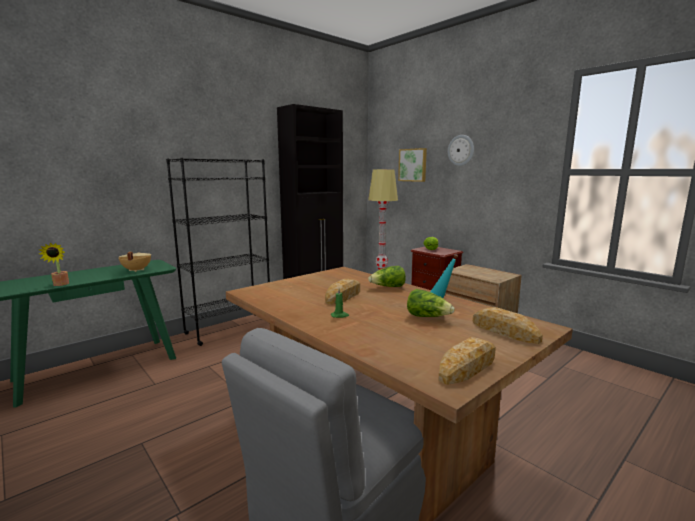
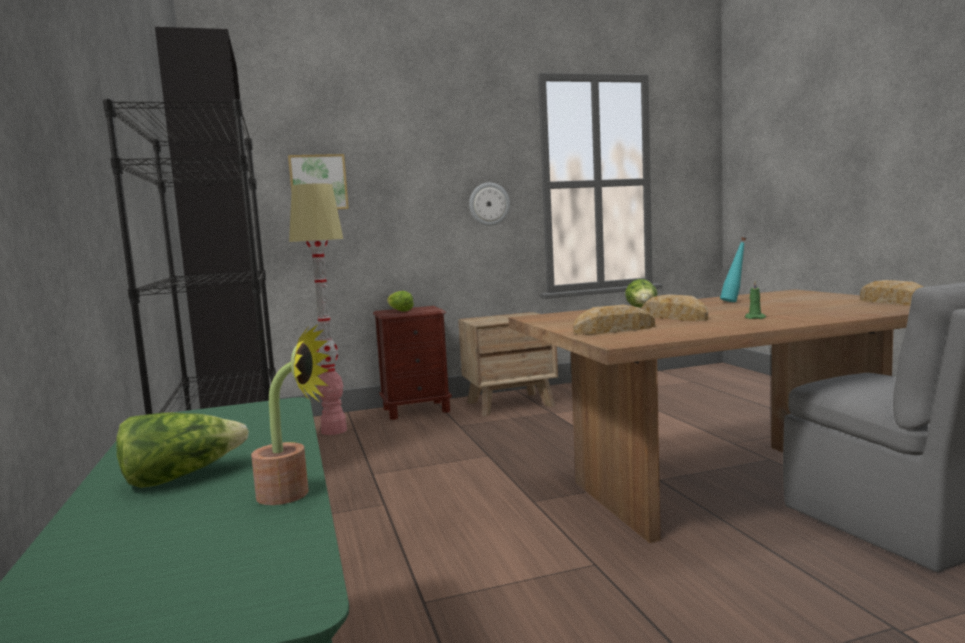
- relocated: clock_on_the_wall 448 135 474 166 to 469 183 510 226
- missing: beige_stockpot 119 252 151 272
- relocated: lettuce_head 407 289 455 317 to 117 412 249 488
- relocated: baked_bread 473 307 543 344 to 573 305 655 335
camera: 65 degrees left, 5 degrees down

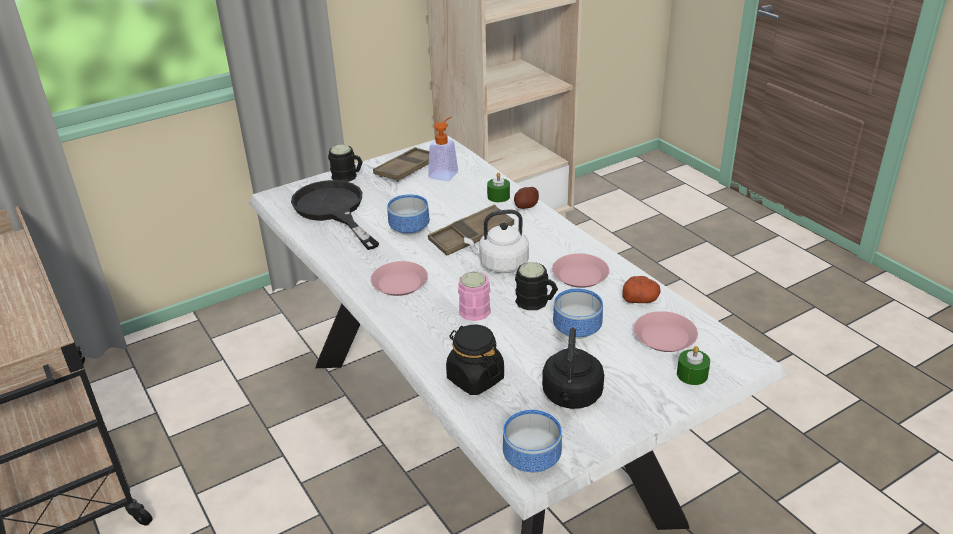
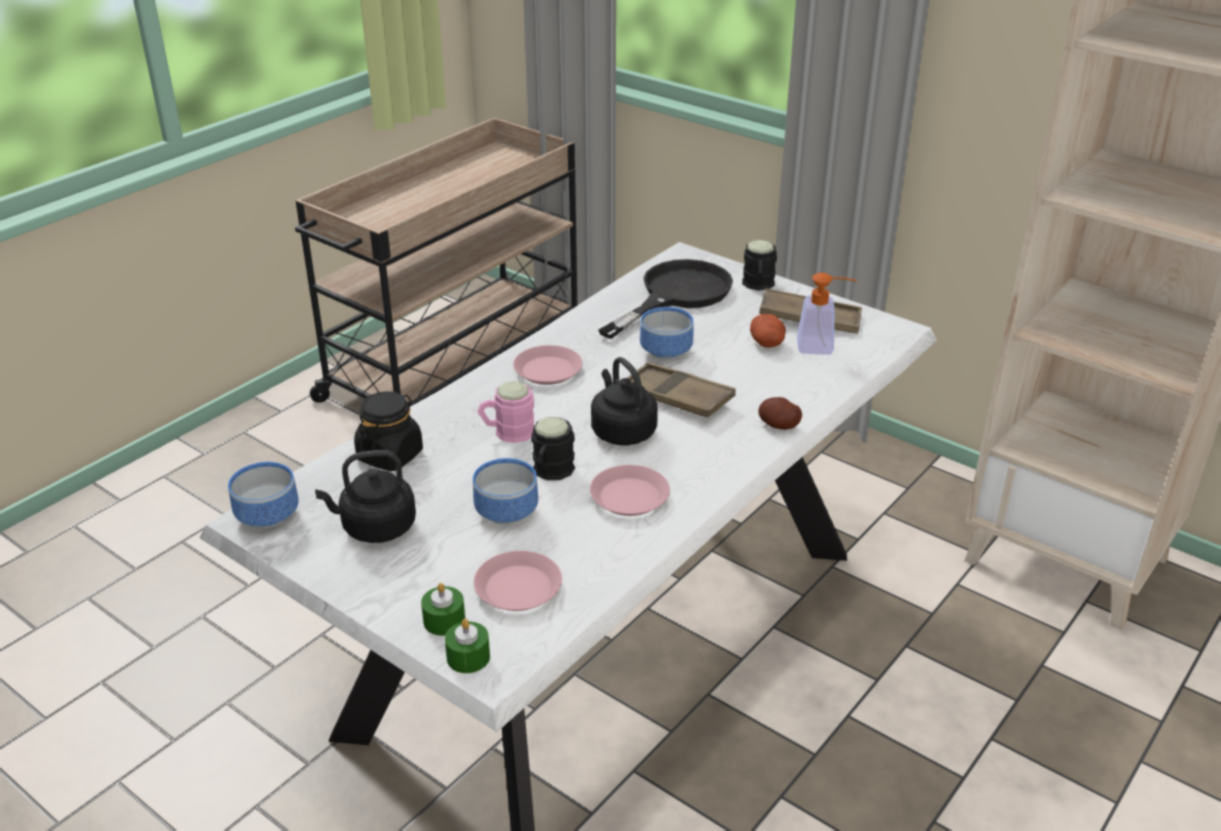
- relocated: greenish_wax_candle 487 173 510 202 to 445 619 490 673
- colour: white_tea_kettle 464 210 529 273 to black-coloured_tea_kettle 591 357 658 445
- relocated: spud 622 276 661 303 to 750 314 786 348
camera: 70 degrees right, 0 degrees up

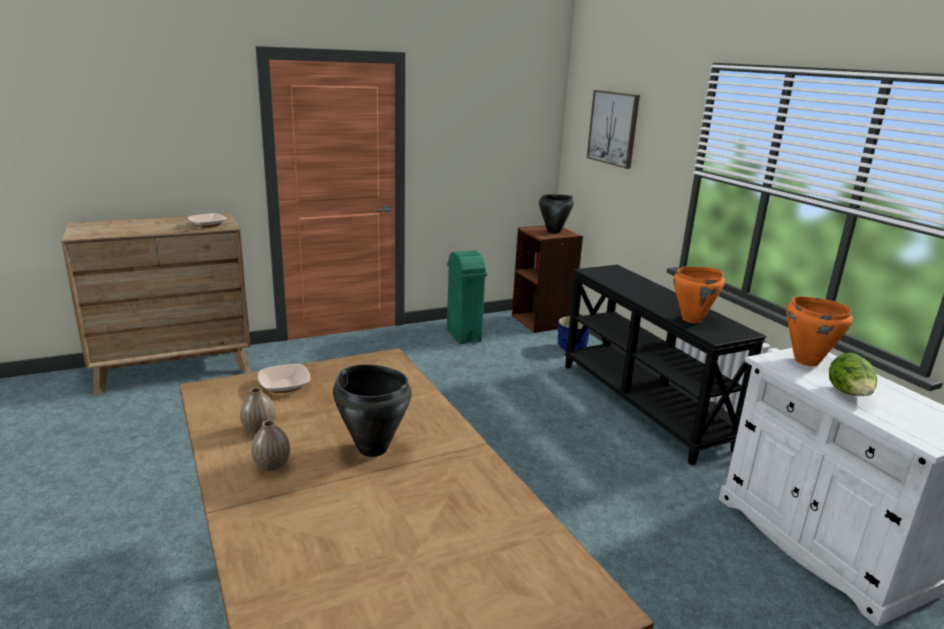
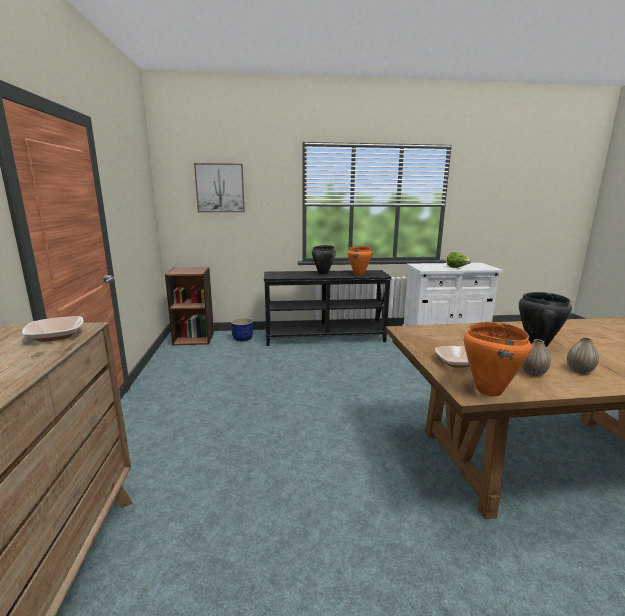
- relocated: black-coloured_stockpot 539 194 574 234 to 312 245 336 274
- missing: greenish_rubbish_bin 447 251 487 344
- relocated: orange_stockpot 786 296 853 366 to 464 322 531 397
camera: 70 degrees left, 5 degrees down

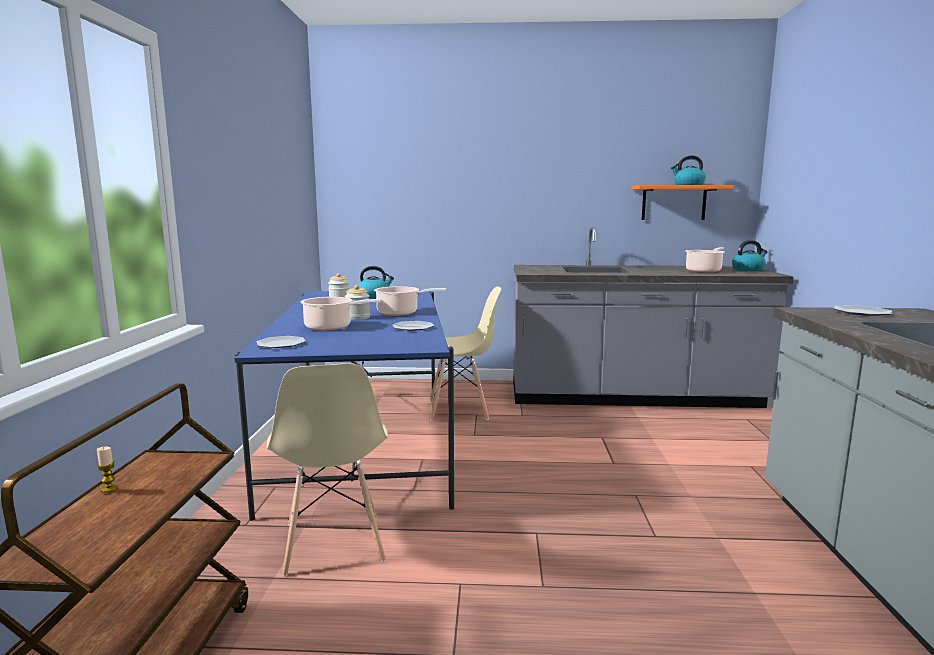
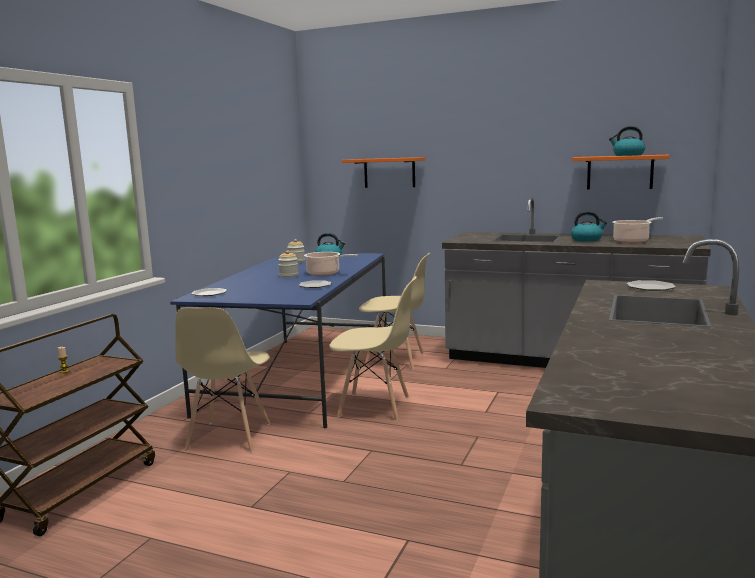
- relocated: tea_kettle 732 240 767 271 to 571 211 607 242
- missing: stockpot 300 297 382 331
- appeared: orange_shelf 342 157 425 188
- appeared: beige_chair 329 276 417 421
camera: 20 degrees right, 0 degrees up

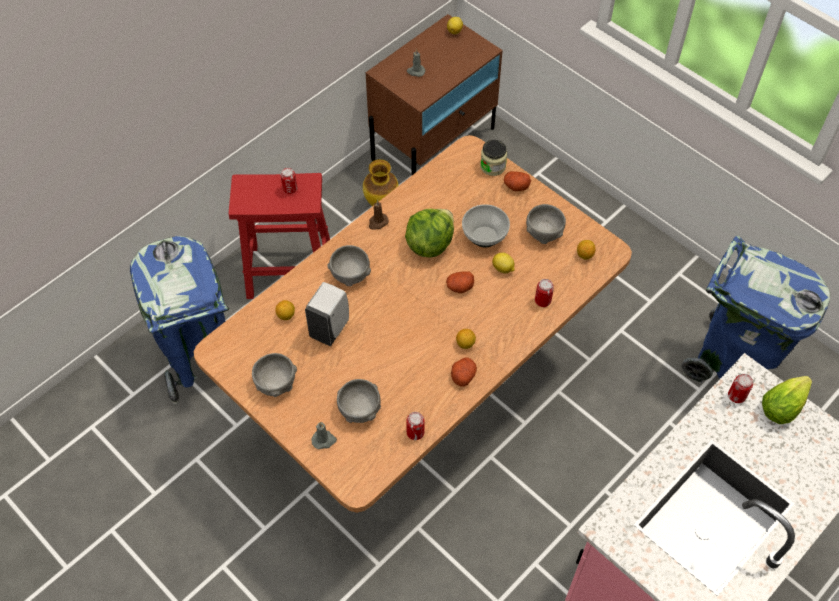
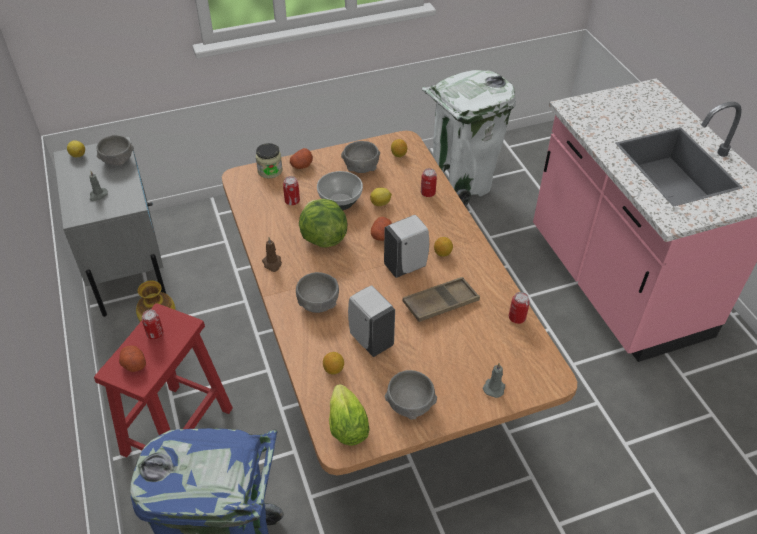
- colour: brown-coloured_nightstand 366 14 503 175 to grey_nightstand 53 137 166 317
- colour: blue-coloured_rubbish_bin 681 236 831 382 to white_rubbish_bin 422 70 516 208
- relocated: spud 451 358 477 387 to 119 345 146 372
- relocated: metal_can 728 374 753 403 to 283 176 300 205
- relocated: lettuce_head 762 376 812 424 to 329 384 370 446
- relocated: grey_serving_bowl 337 379 381 423 to 97 135 134 166
- appeared: white_soap_bottle 384 215 429 278
- appeared: brown-coloured_tray 403 277 480 322
camera: 65 degrees left, 10 degrees down

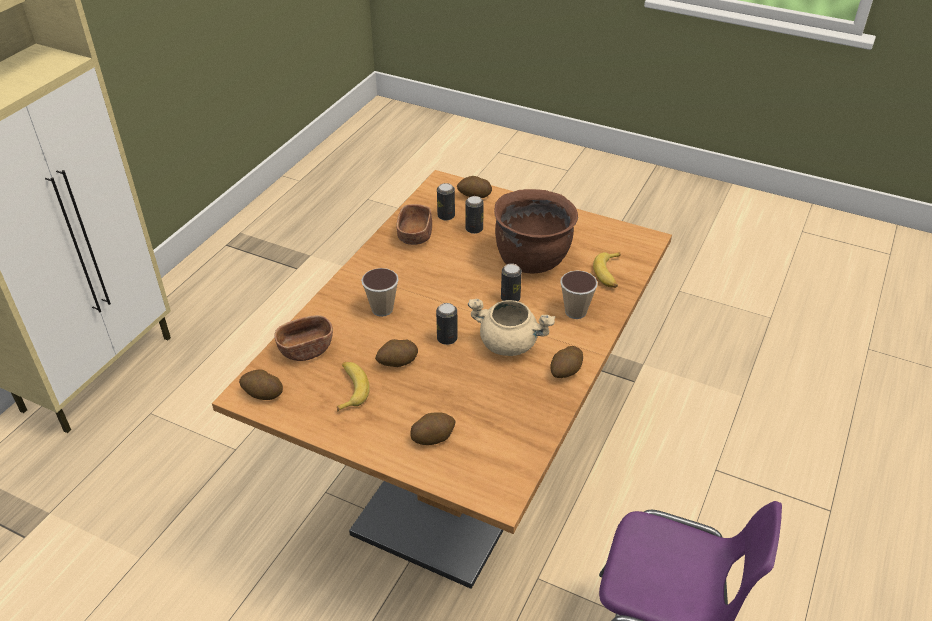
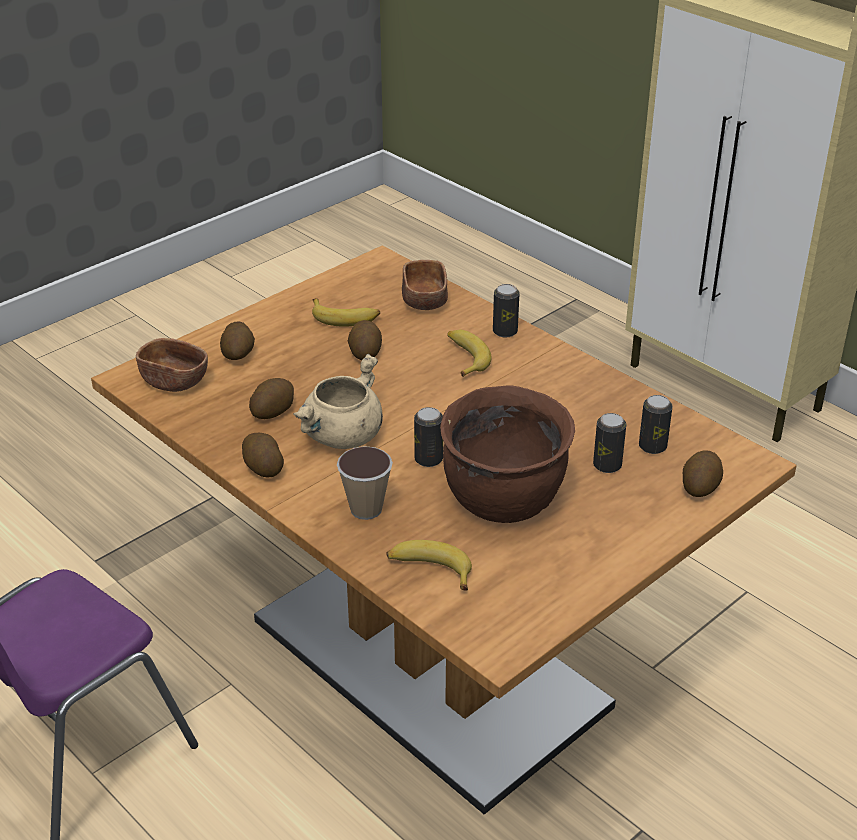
- relocated: brown-coloured_serving_bowl 396 204 432 245 to 136 338 208 392
- exchanged: drinking_cup 361 268 399 317 to banana 447 330 492 377
- relocated: metal_can 436 303 458 345 to 493 284 519 337
- relocated: spud 239 369 283 400 to 249 378 294 419
camera: 110 degrees right, 5 degrees down

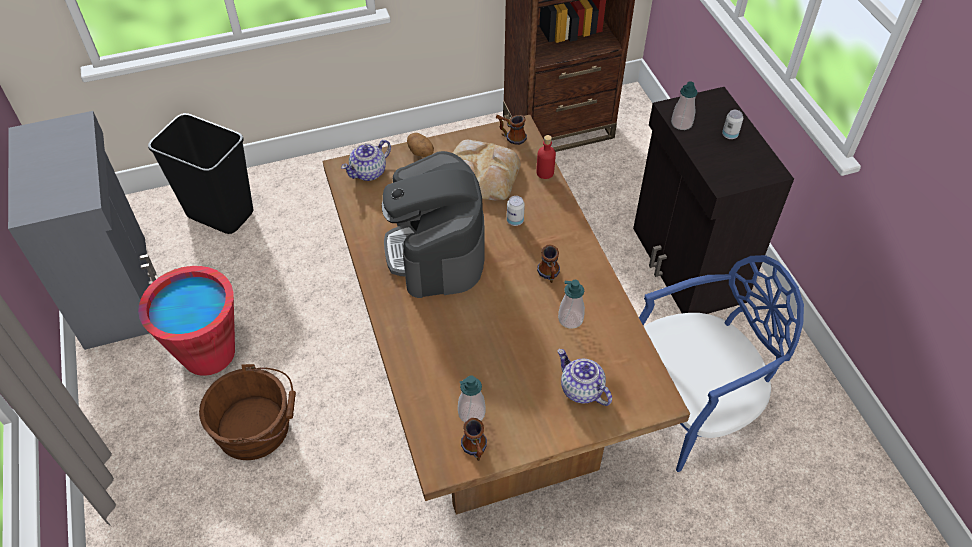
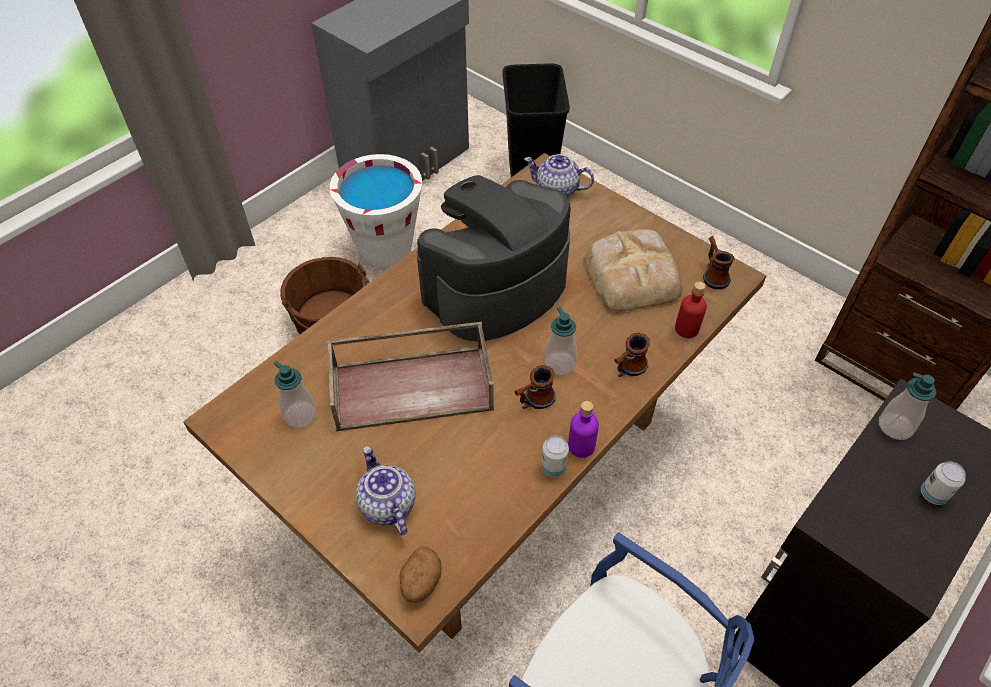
- relocated: spud 407 133 434 157 to 400 547 442 603
- relocated: metal_can 507 196 525 226 to 541 436 569 477
- colour: reddish_bucket 138 266 235 376 to white_bucket 330 154 422 268
- relocated: soap_bottle 558 280 585 329 to 544 307 577 375
- spun: tea_pot 558 349 612 406 = 356 446 416 535 45 degrees counterclockwise
- relocated: coffee_mug 461 418 487 461 to 614 333 650 377
- appeared: brown-coloured_tray 327 322 494 431
- appeared: purple_beverage_bottle 568 401 599 458
camera: 60 degrees right, 0 degrees up

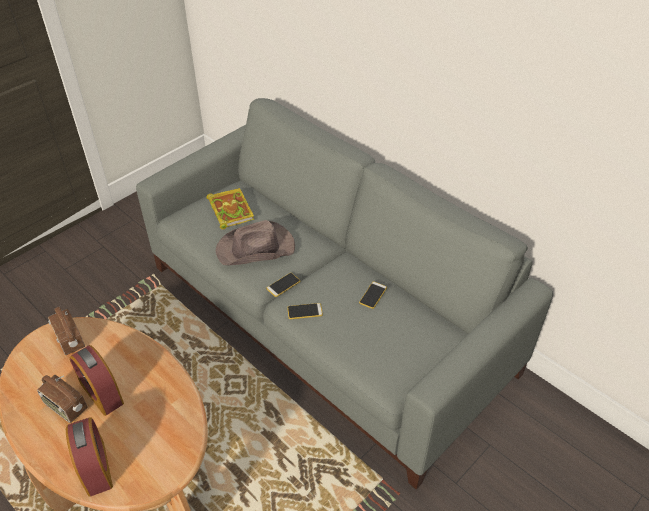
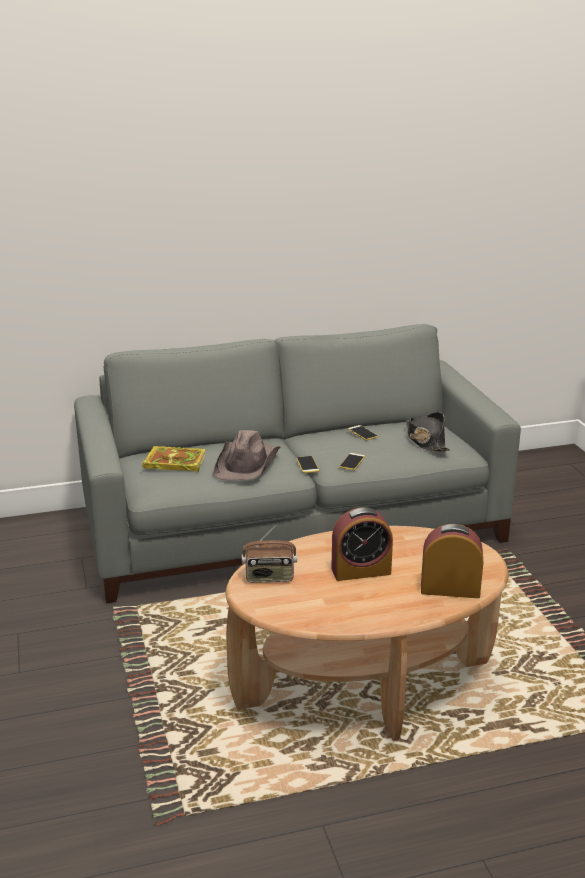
- missing: radio_receiver 37 375 88 423
- appeared: black-coloured_clothing_hat 406 412 450 451
camera: 60 degrees left, 20 degrees down

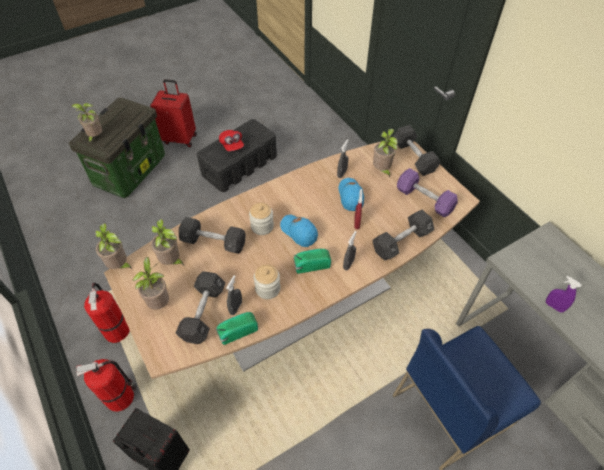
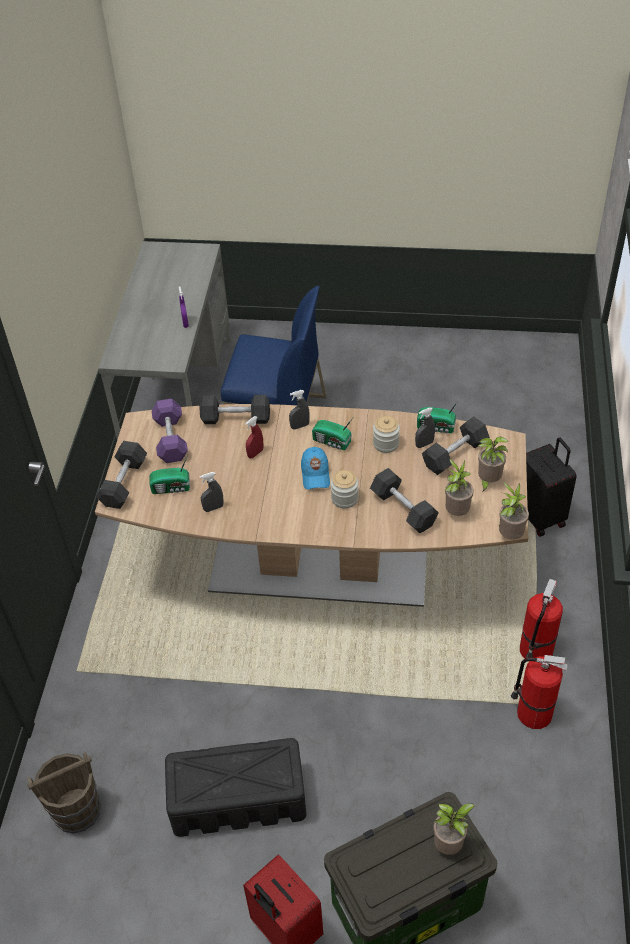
- exchanged: potted_plant 373 129 398 177 to radio_receiver 149 455 190 494
- missing: reddish_peaked_cap 219 130 244 151
- missing: blue-coloured_peaked_cap 338 178 364 211
- relocated: fire_extinguisher 76 359 137 412 to 511 655 568 729
- appeared: brown-coloured_bucket 27 752 101 834
camera: 140 degrees left, 5 degrees down

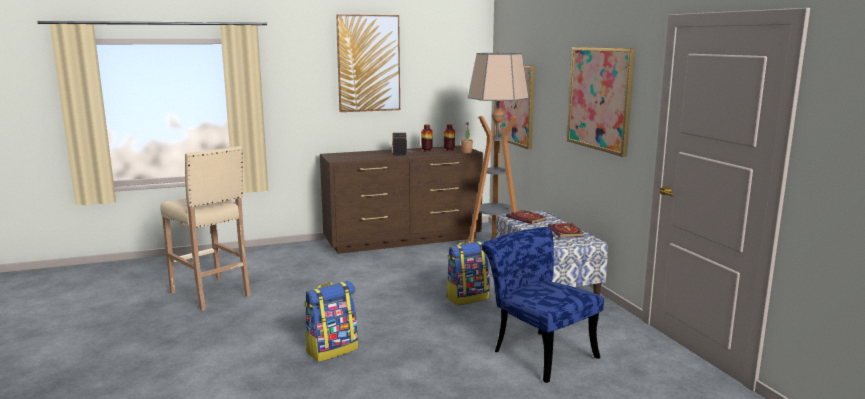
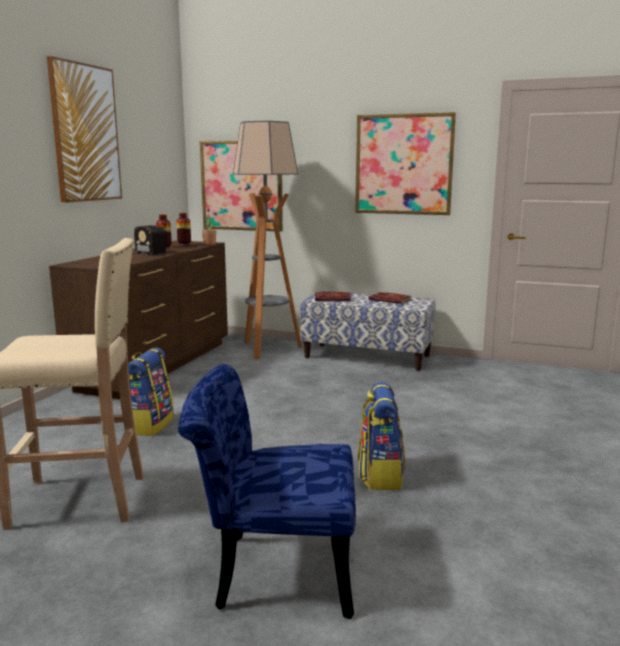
- relocated: blue-coloured_chair 482 227 604 383 to 178 364 356 619
- relocated: backpack 446 241 490 305 to 128 347 174 436
camera: 50 degrees left, 0 degrees up

